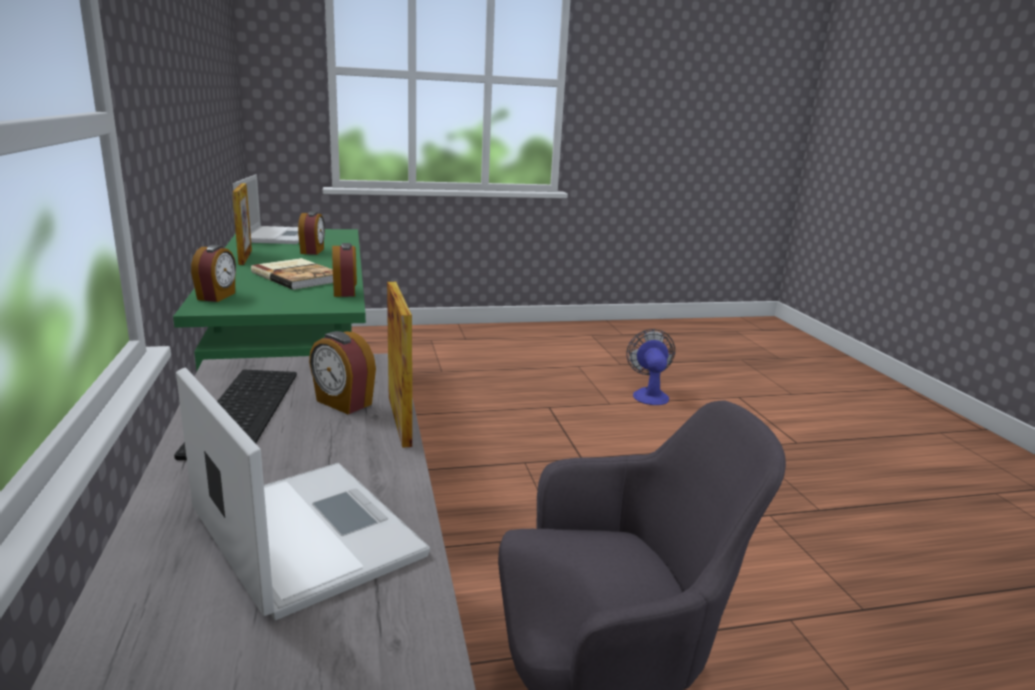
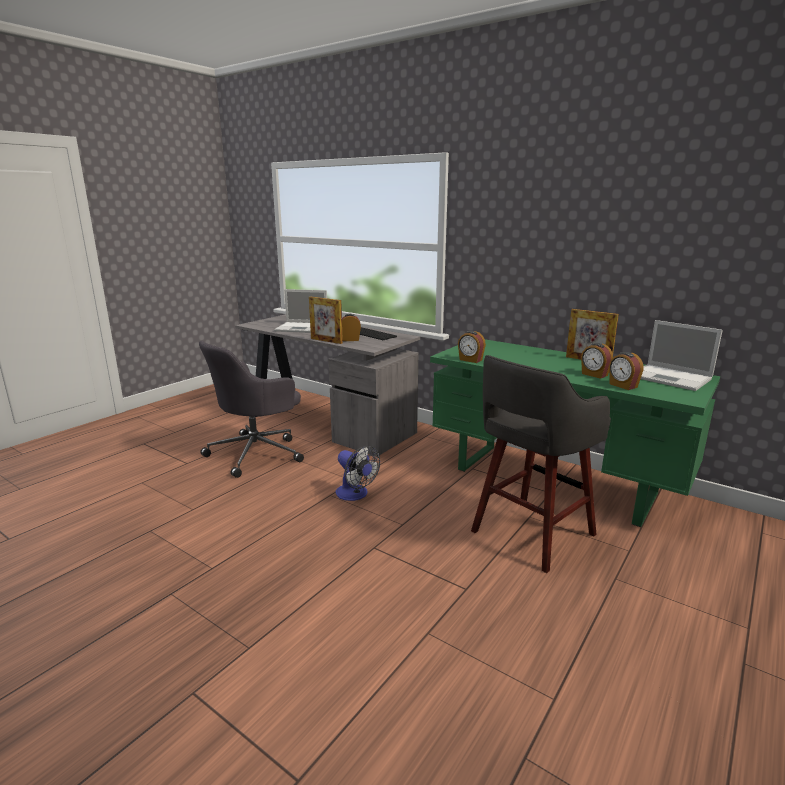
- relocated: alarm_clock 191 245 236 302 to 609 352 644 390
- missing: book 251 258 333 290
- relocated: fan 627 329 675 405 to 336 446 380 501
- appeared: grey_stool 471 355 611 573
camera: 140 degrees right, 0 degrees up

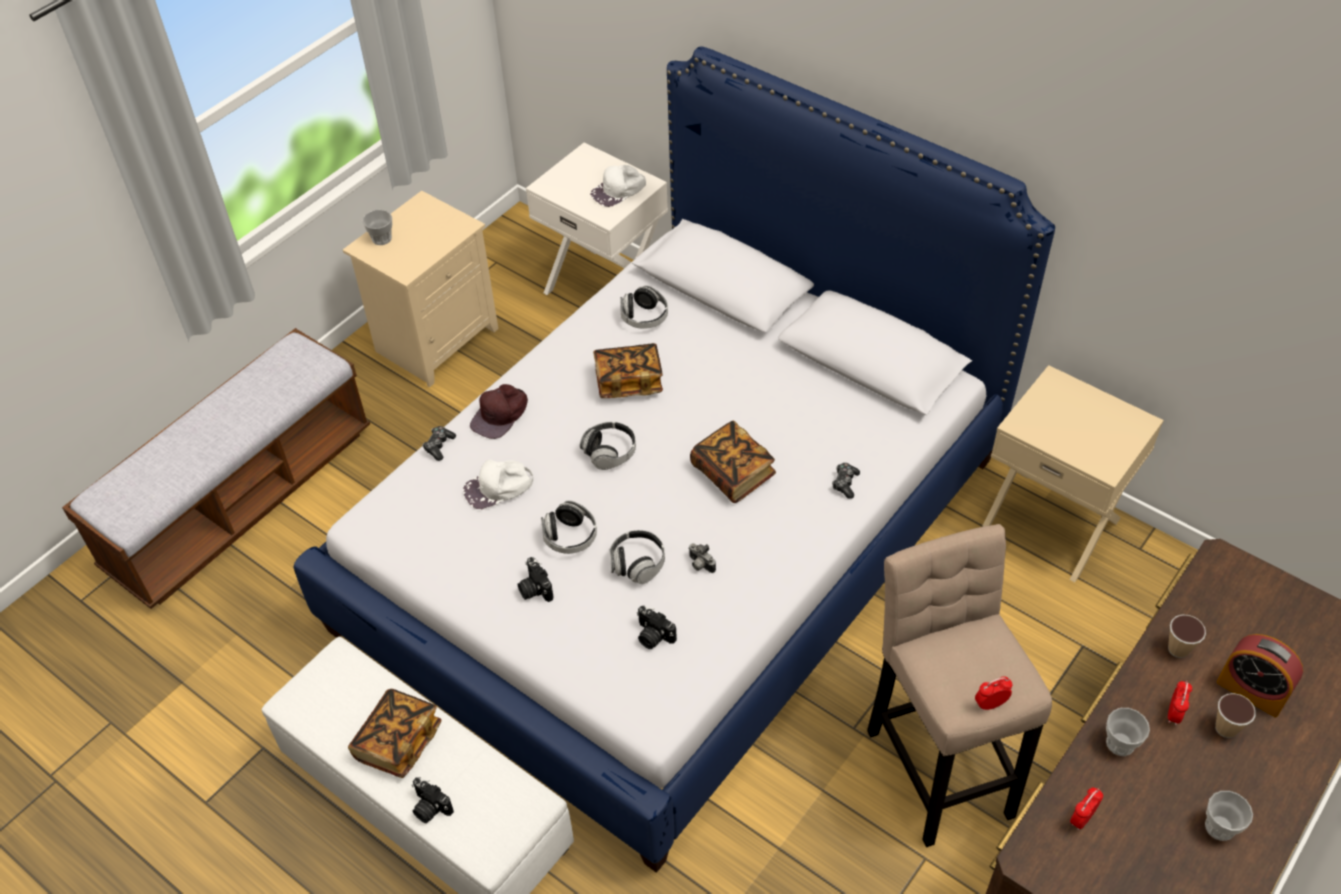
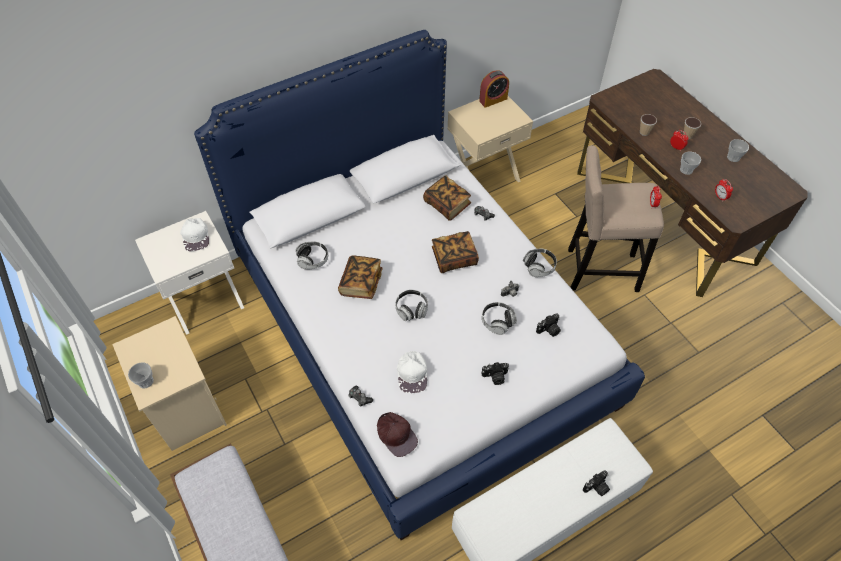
- relocated: brown-coloured_peaked_cap 470 384 528 439 to 377 412 418 457
- relocated: pair_of_headphones 541 500 597 554 to 523 248 557 277
- relocated: alarm_clock 1217 634 1303 718 to 479 70 509 108
- relocated: book 348 689 441 778 to 423 175 471 221
camera: 70 degrees left, 5 degrees up

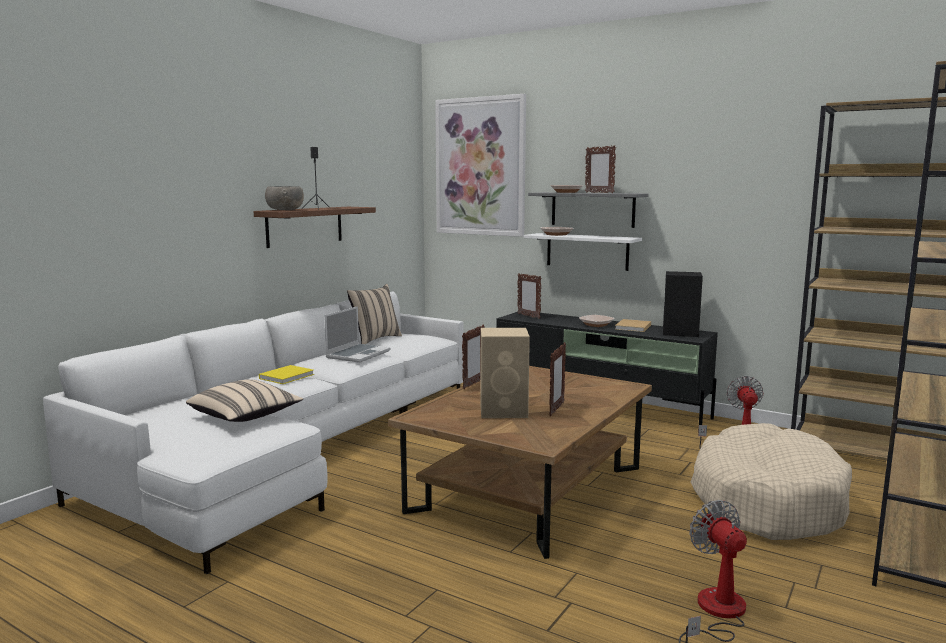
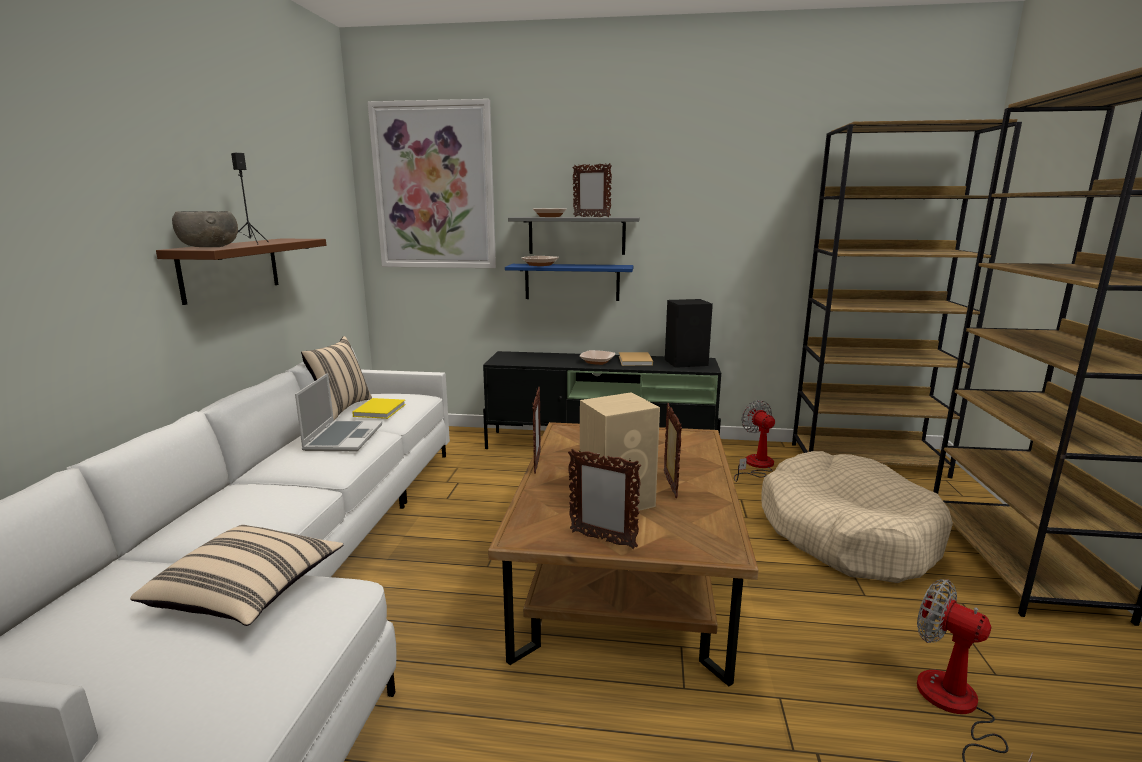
- colour: white_shelf 524 233 642 271 to blue-coloured_shelf 505 264 634 301
- relocated: standing_frame 517 273 541 319 to 568 449 641 549
- relocated: yellow-coloured_book 259 365 314 384 to 352 398 406 419
camera: 25 degrees left, 5 degrees up

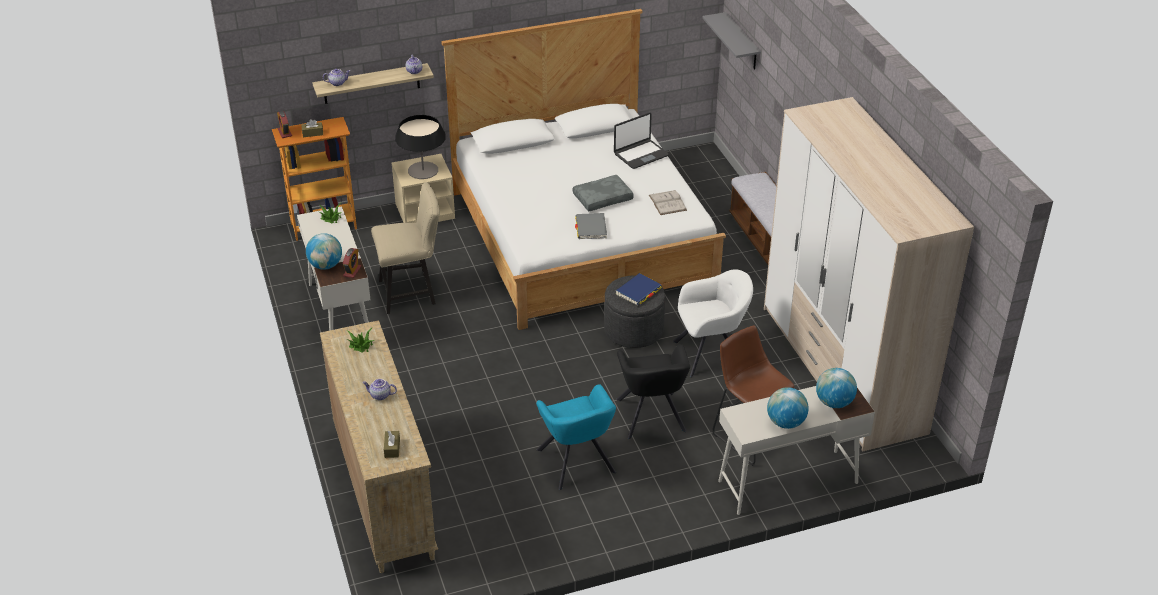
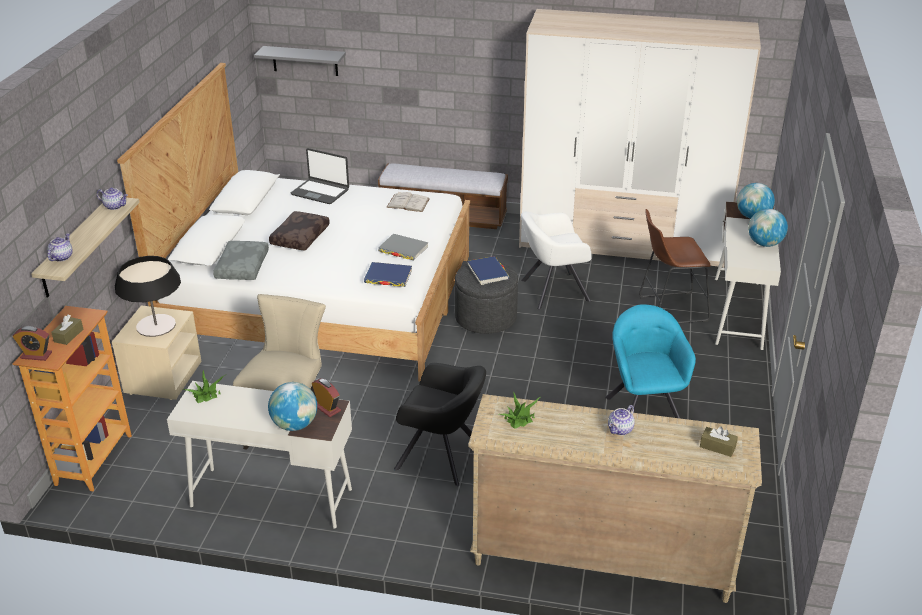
- spun: laptop 614 112 669 169 = 290 148 349 204 120 degrees clockwise
- relocated: grey_pillow 572 175 634 211 to 213 241 269 280
- spun: white_easy_chair 673 269 753 377 = 521 212 592 309 120 degrees counterclockwise
- relocated: black-coloured_easy_chair 617 344 690 439 to 394 363 486 486
- spun: blue-green_easy_chair 536 384 616 490 = 605 304 696 419 105 degrees counterclockwise
- appeared: brown-coloured_pillow 269 211 330 250
- appeared: blue-coloured_book 364 262 412 287
camera: 60 degrees left, 5 degrees down

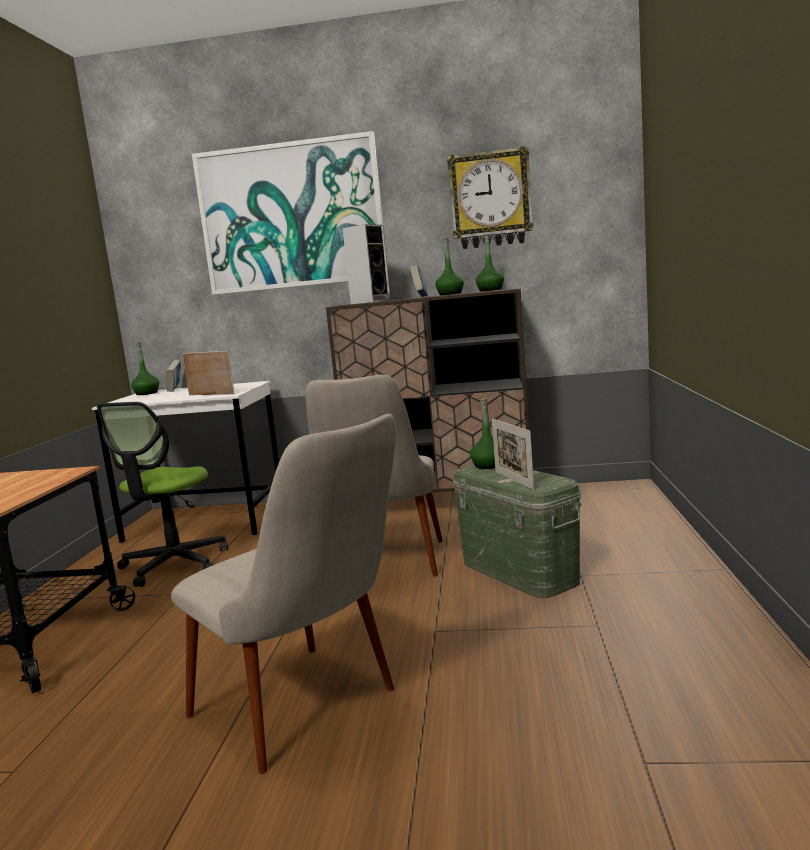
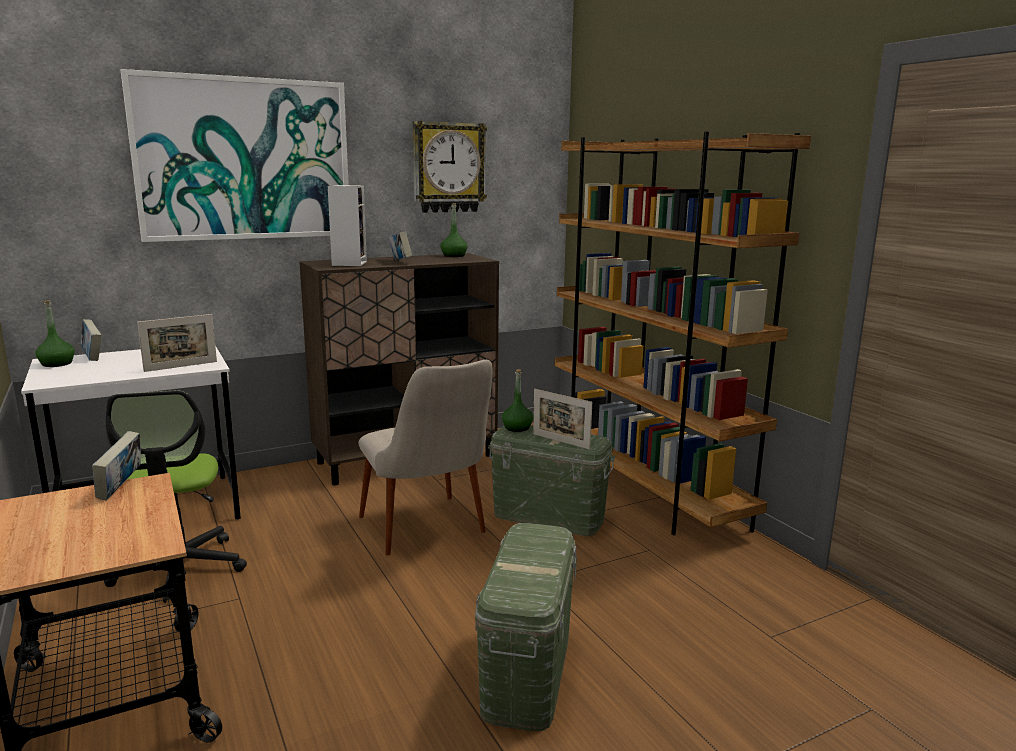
- missing: greenish_beverage_bottle 435 238 464 295
- spun: standing_frame 183 351 235 395 = 137 314 217 372 150 degrees clockwise
- exchanged: beige_chair 171 414 396 774 to greenish_storage_box 475 523 577 731
- appeared: brown-coloured_shelving_unit 555 131 811 535
- appeared: book 92 431 141 500
camera: 35 degrees left, 5 degrees up

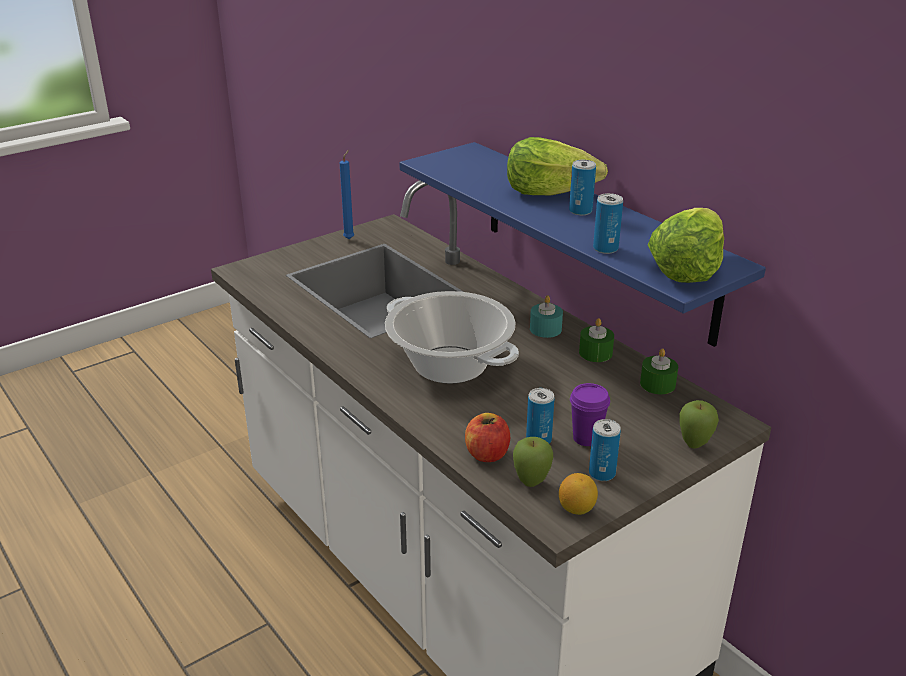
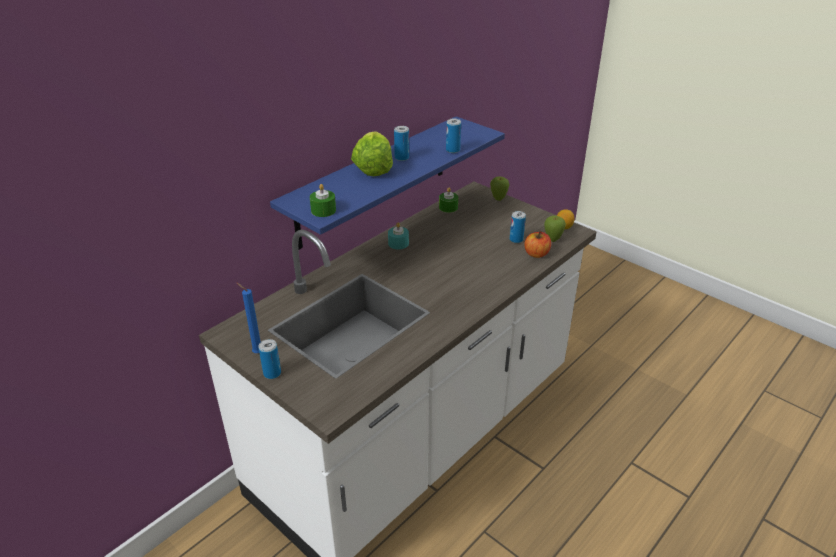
- missing: lettuce_head 648 208 724 283
- missing: stockpot 385 291 519 383
- relocated: greenish_wax_candle 579 318 614 362 to 310 184 336 217
- missing: purple_drinking_cup 570 383 610 446
- relocated: metal_can 589 419 621 481 to 259 339 281 379
camera: 100 degrees left, 5 degrees up

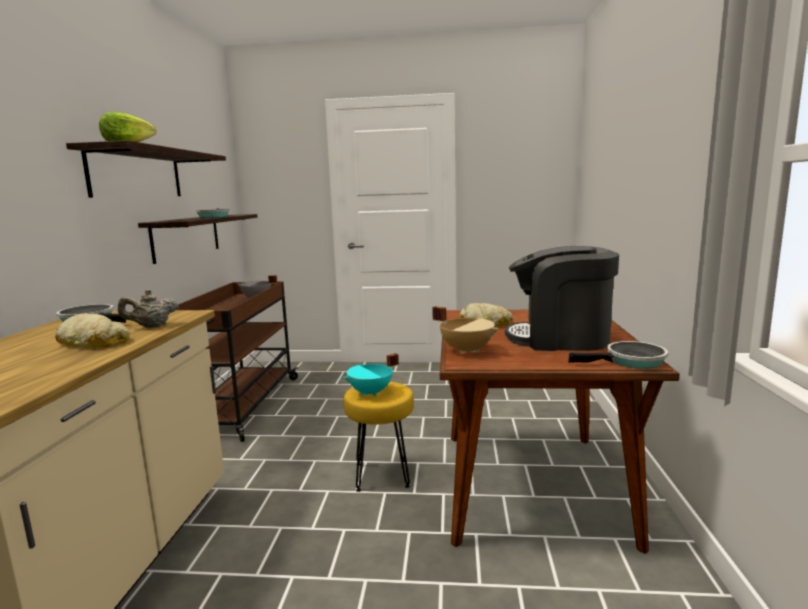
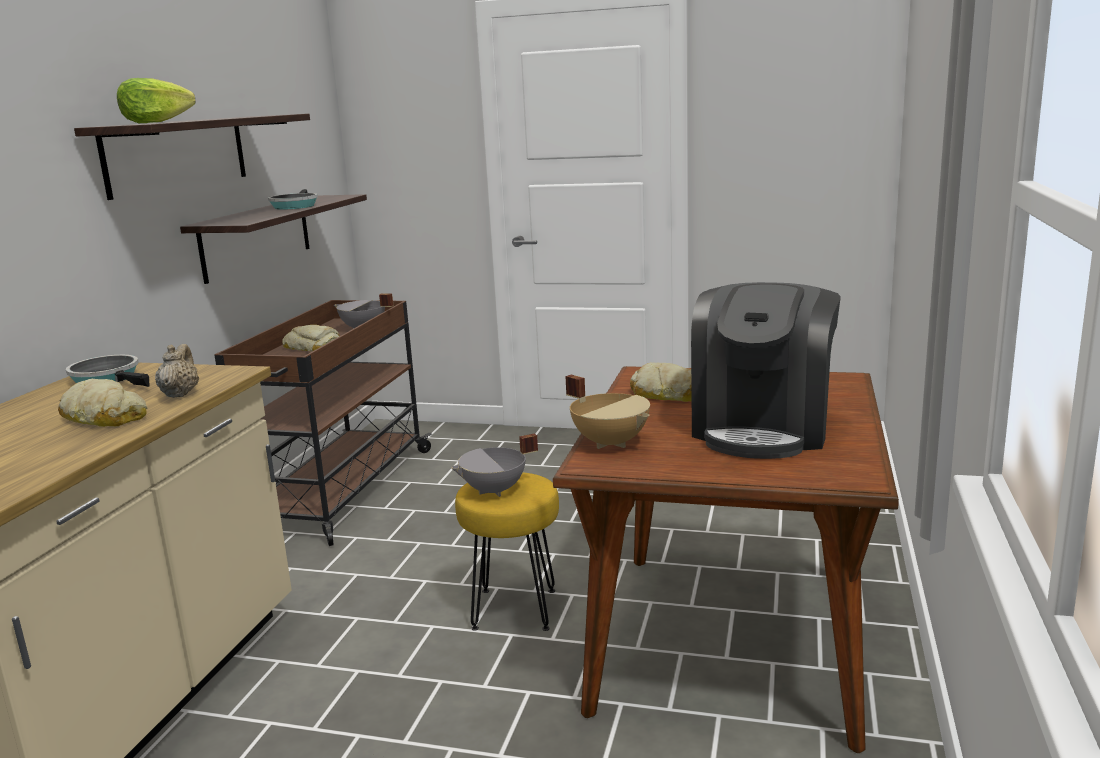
- spun: coffee_machine 505 246 619 351 = 691 282 841 459 90 degrees counterclockwise
- spun: beige_tea_pot 118 289 179 328 = 155 344 199 398 105 degrees clockwise
- missing: pan 568 341 668 369
- colour: blue-green_stockpot 343 353 399 396 to grey_stockpot 451 433 538 497
- appeared: baked_bread 282 325 340 351
camera: 10 degrees right, 5 degrees up

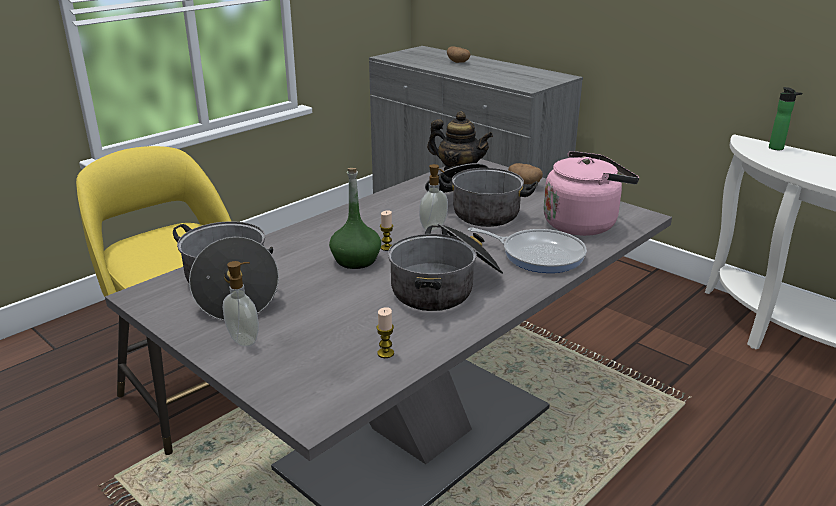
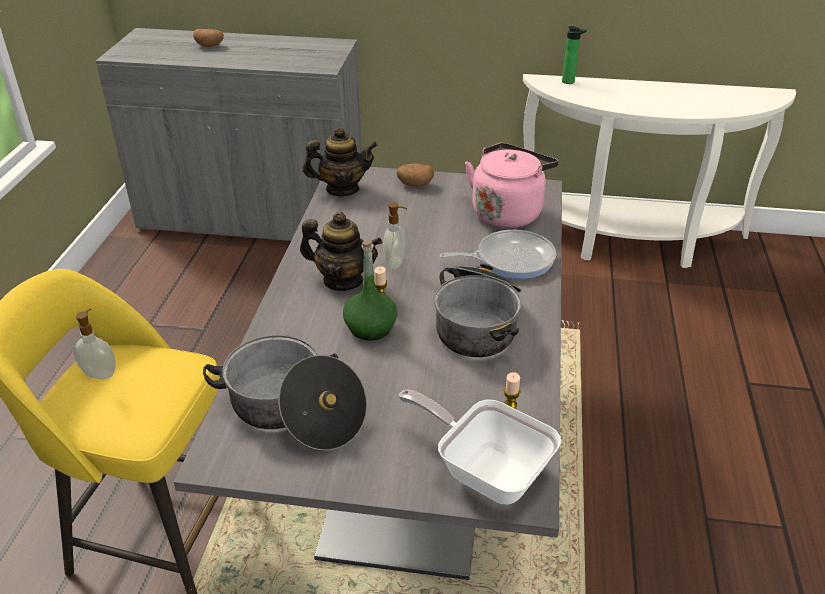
- missing: stockpot 425 163 538 227
- relocated: soap_bottle 223 261 259 347 to 73 309 116 379
- appeared: tea_pot 300 212 382 291
- appeared: pan 398 389 561 504
camera: 35 degrees left, 10 degrees up

